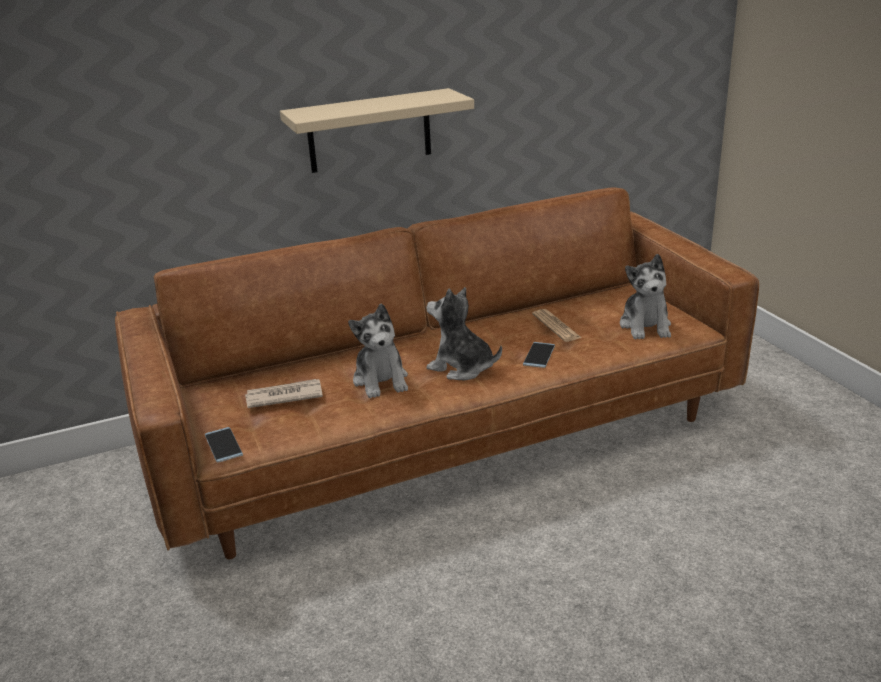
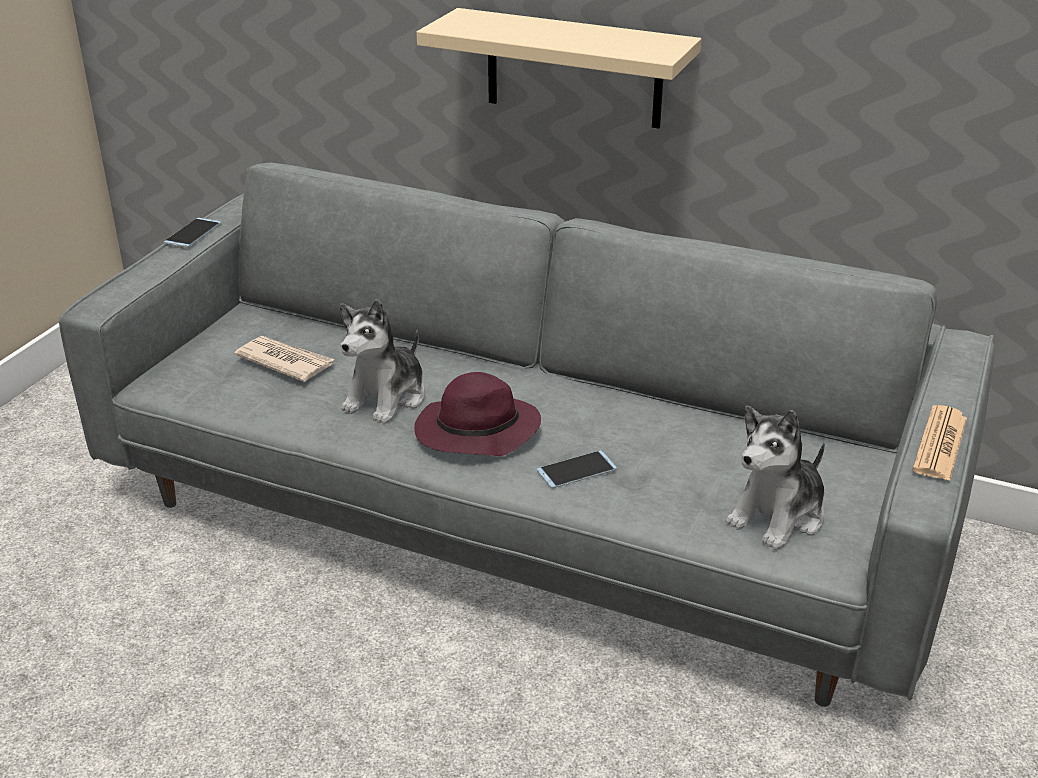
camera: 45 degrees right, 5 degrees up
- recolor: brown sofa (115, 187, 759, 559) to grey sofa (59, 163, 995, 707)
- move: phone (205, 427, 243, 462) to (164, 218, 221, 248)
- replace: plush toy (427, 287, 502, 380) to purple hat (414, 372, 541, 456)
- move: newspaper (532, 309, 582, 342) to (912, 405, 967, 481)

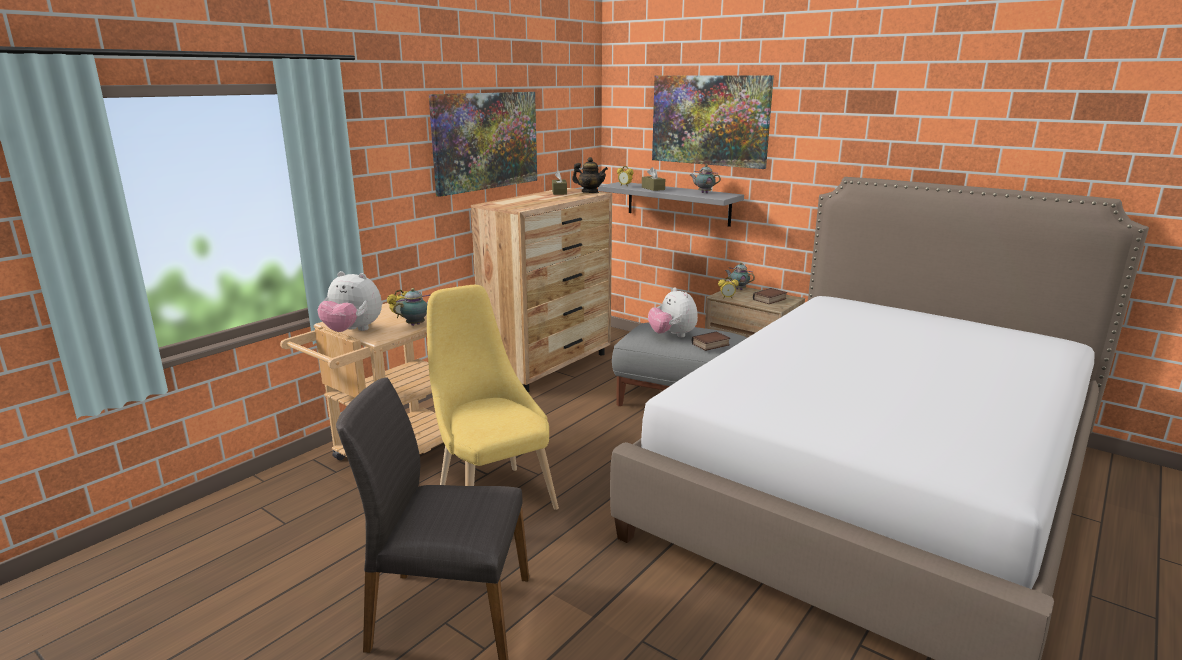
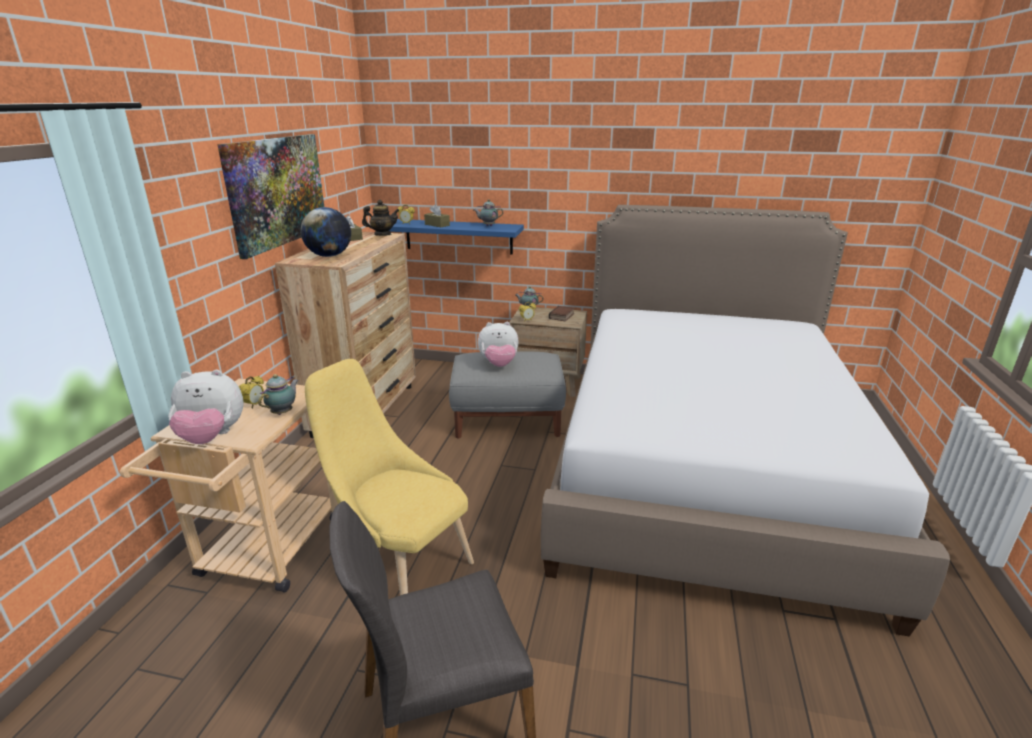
camera: 25 degrees left, 5 degrees up
- recolor: grey shelf (598, 182, 744, 227) to blue shelf (389, 219, 524, 255)
- rotate: plush toy (648, 287, 698, 337) = (478, 322, 518, 367) 45 degrees counterclockwise
- delete: picture (652, 75, 774, 169)
- delete: book (692, 331, 730, 351)
- insert: globe (301, 207, 351, 257)

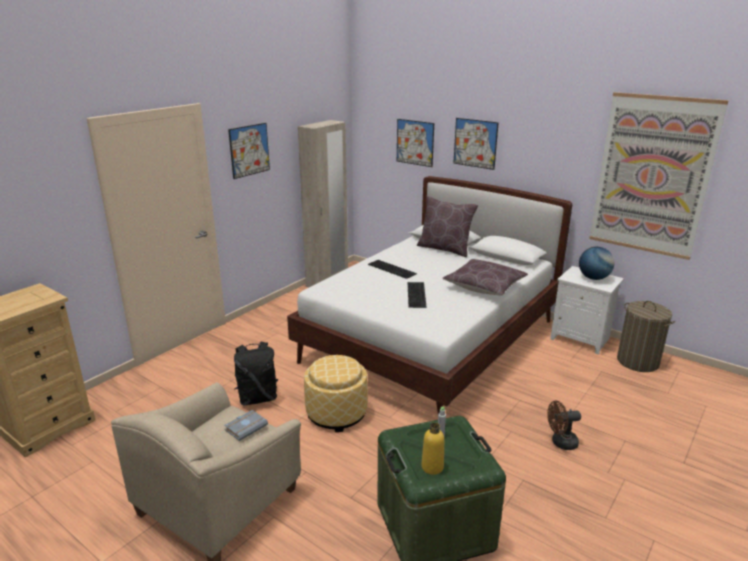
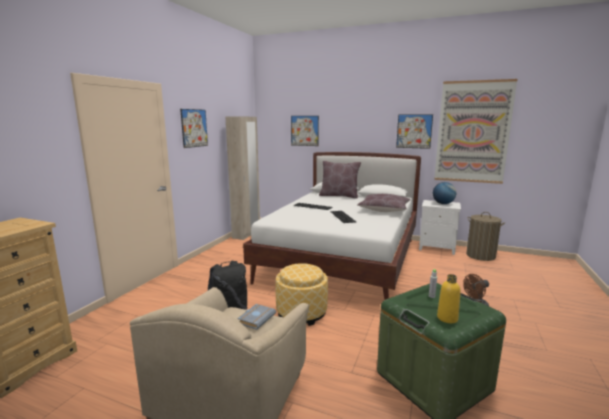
camera: 15 degrees left, 10 degrees down
- move: picture (454, 118, 499, 170) to (396, 114, 433, 149)

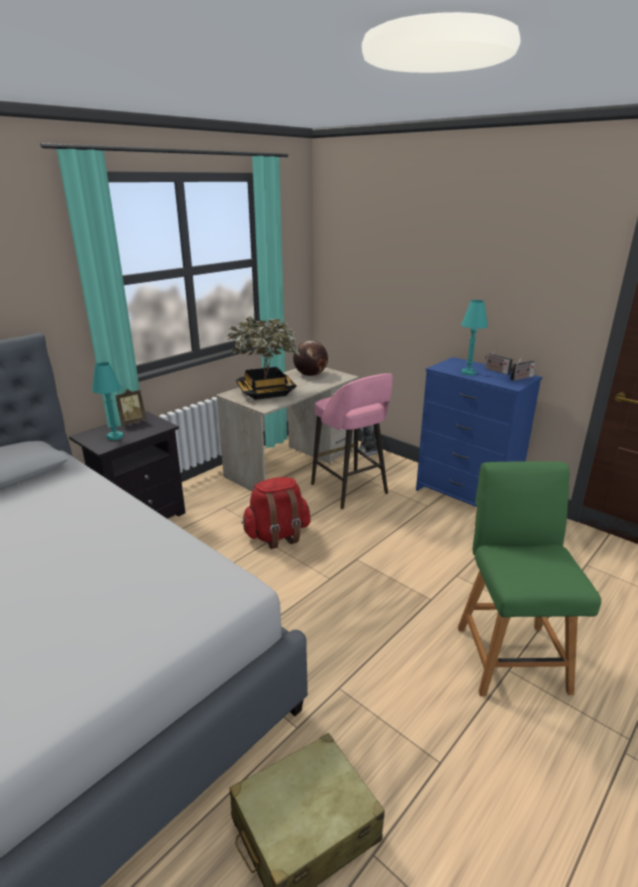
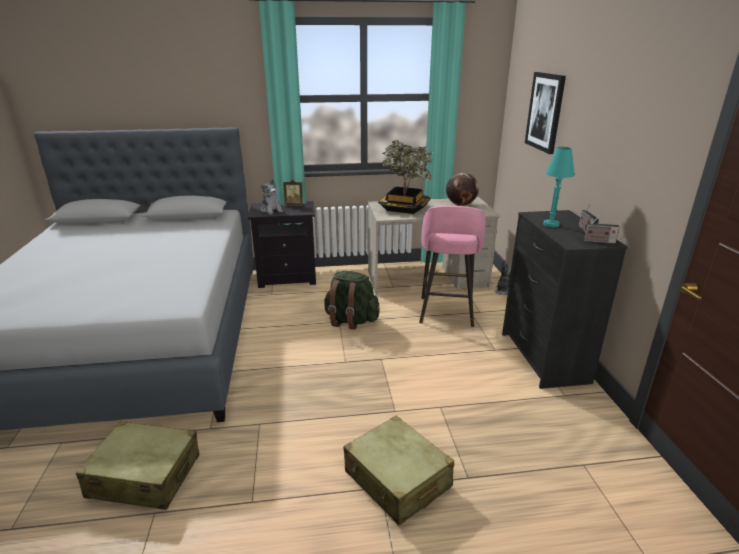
camera: 40 degrees right, 0 degrees up
- replace: turquoise table lamp (92, 362, 123, 440) to plush toy (260, 179, 283, 214)
- recolor: red backpack (241, 477, 311, 549) to green backpack (324, 271, 379, 330)
- recolor: blue dresser (416, 357, 542, 507) to black dresser (502, 210, 628, 389)
- replace: green chair (458, 461, 601, 696) to beige suitcase (344, 416, 454, 525)
- insert: picture (525, 72, 566, 154)

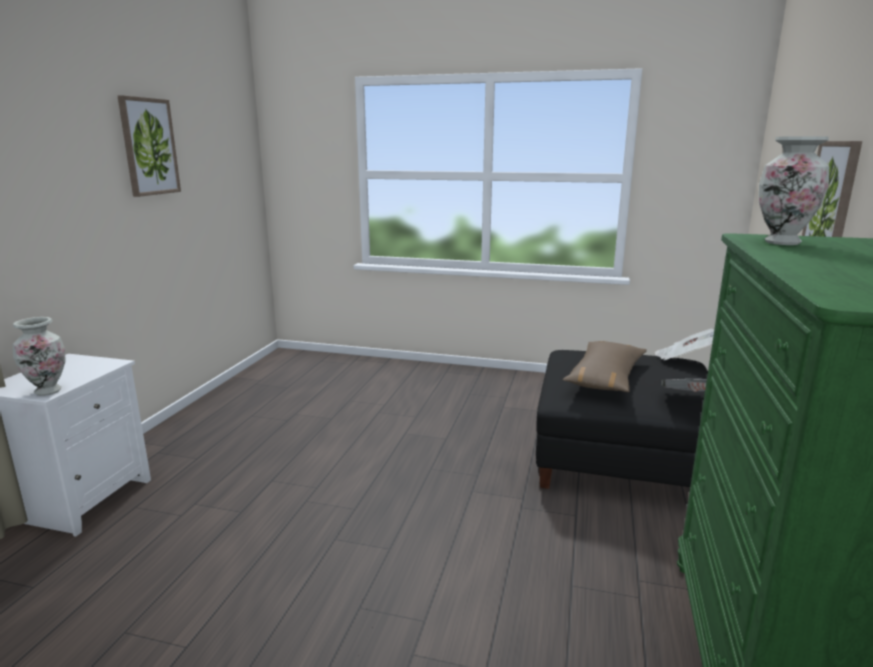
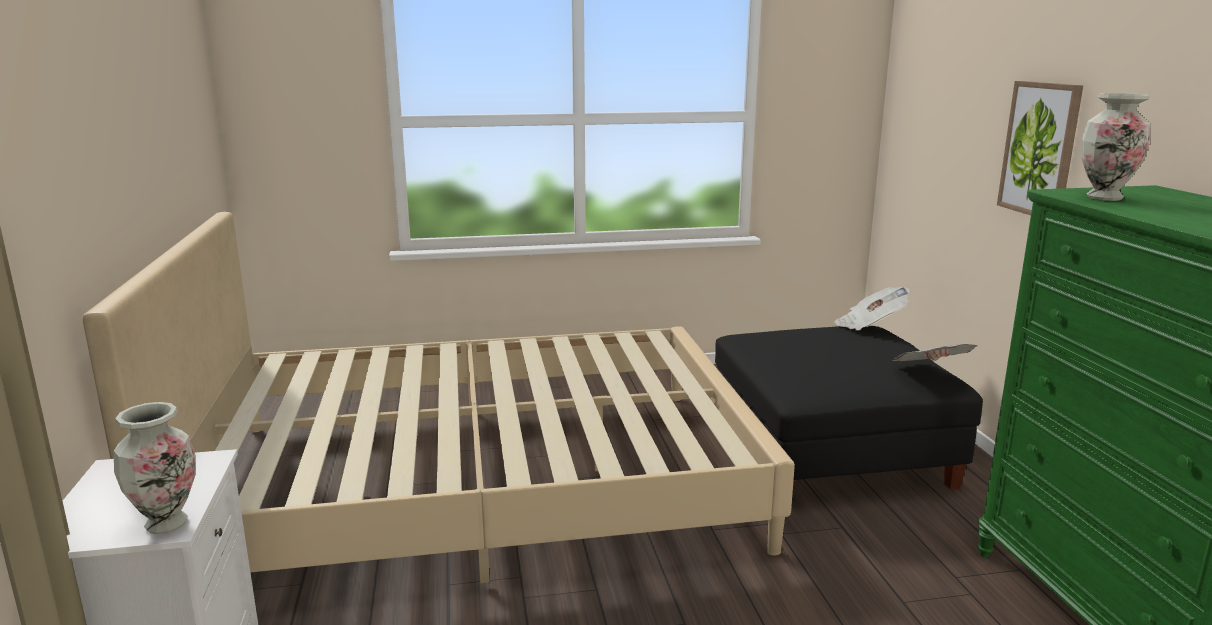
camera: 25 degrees left, 0 degrees up
- delete: picture (118, 95, 181, 197)
- delete: brown pillow (563, 341, 647, 392)
- insert: beige bed (83, 212, 795, 583)

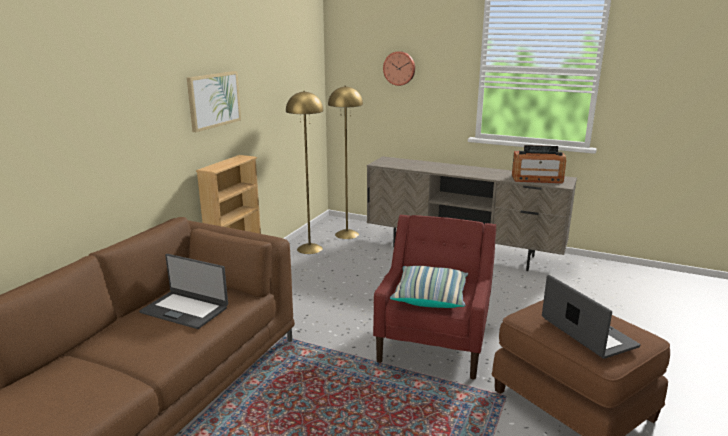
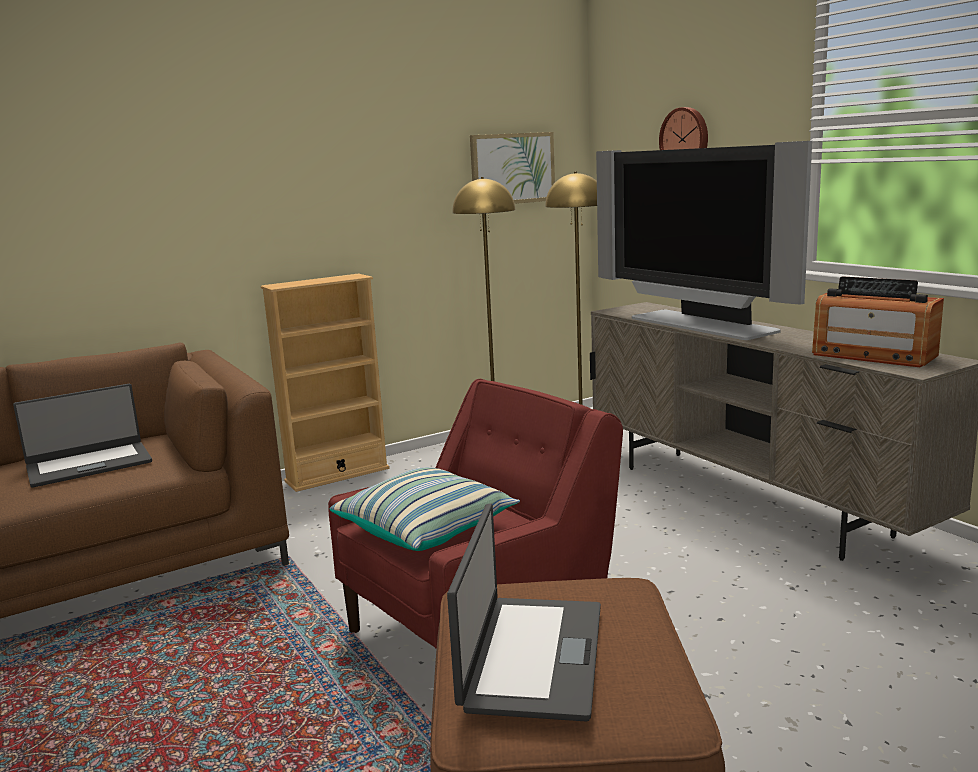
camera: 35 degrees right, 5 degrees down
- rotate: laptop (139, 254, 228, 329) = (13, 384, 152, 487) 90 degrees counterclockwise
- move: picture (187, 71, 241, 132) to (470, 132, 555, 204)
- insert: television (596, 141, 812, 340)

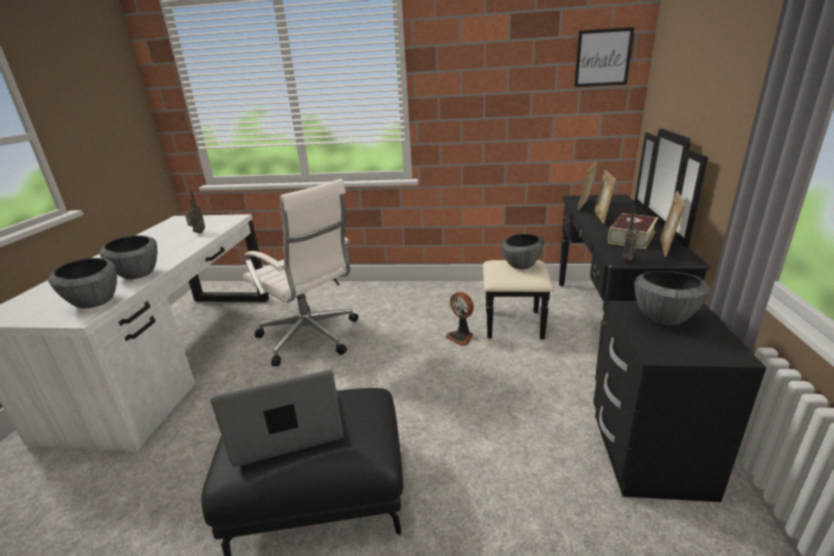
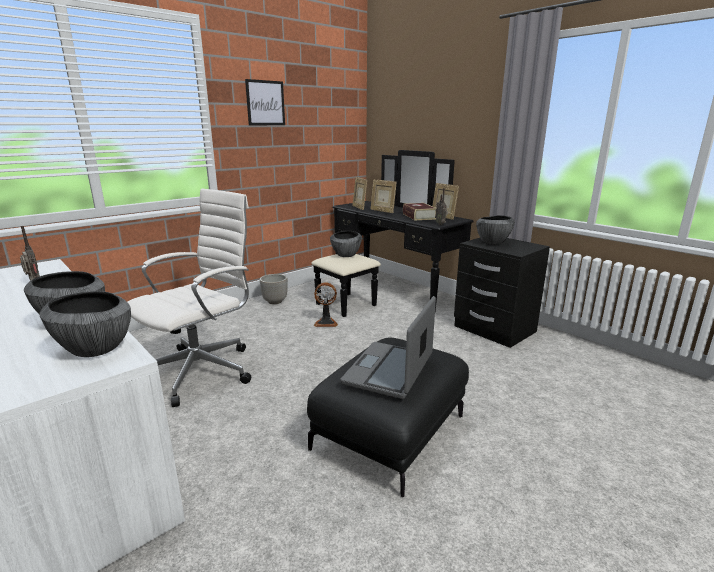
camera: 50 degrees left, 5 degrees down
- rotate: white office chair (243, 179, 359, 366) = (128, 189, 251, 407) 45 degrees counterclockwise
- move: picture (574, 27, 634, 87) to (245, 79, 285, 125)
- insert: planter (260, 274, 288, 304)

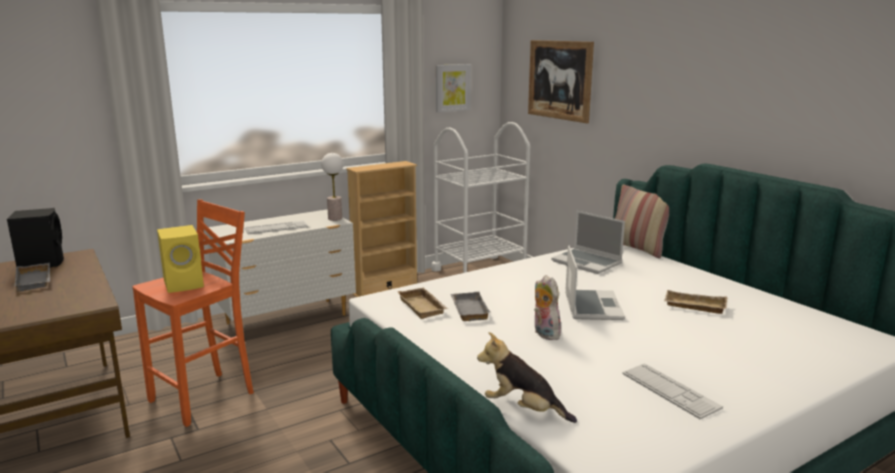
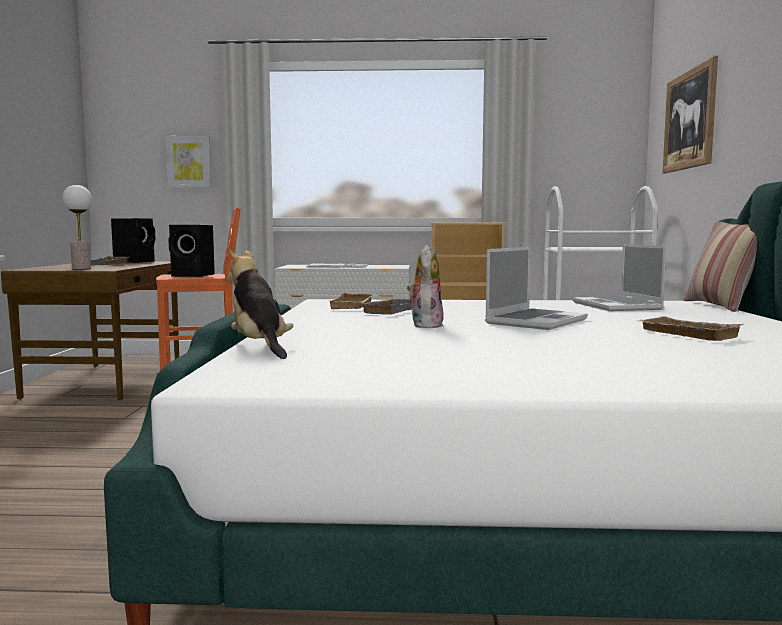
camera: 35 degrees right, 10 degrees down
- recolor: yellow speaker (157, 225, 204, 293) to black speaker (168, 225, 215, 277)
- move: table lamp (321, 153, 343, 221) to (63, 185, 92, 269)
- move: picture (436, 64, 471, 113) to (165, 136, 212, 188)
- delete: keyboard (622, 363, 723, 419)

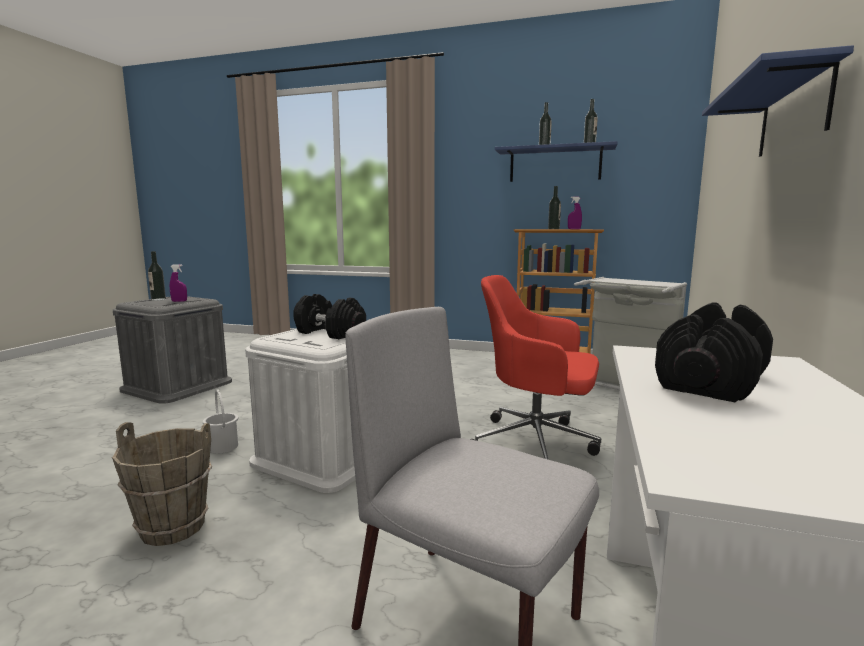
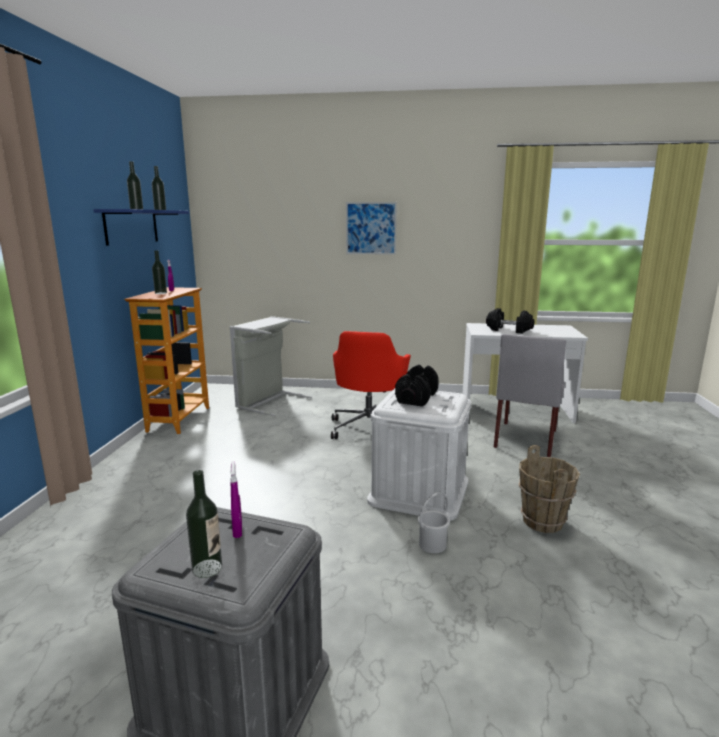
camera: 100 degrees left, 5 degrees up
- replace: blue shelf (702, 45, 854, 157) to picture (346, 202, 397, 255)

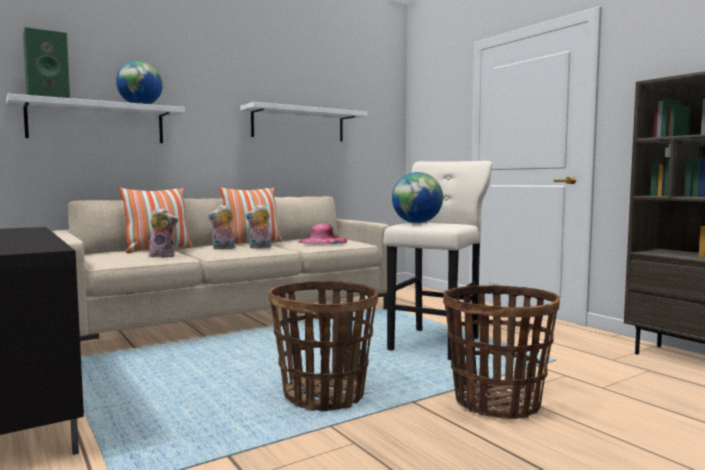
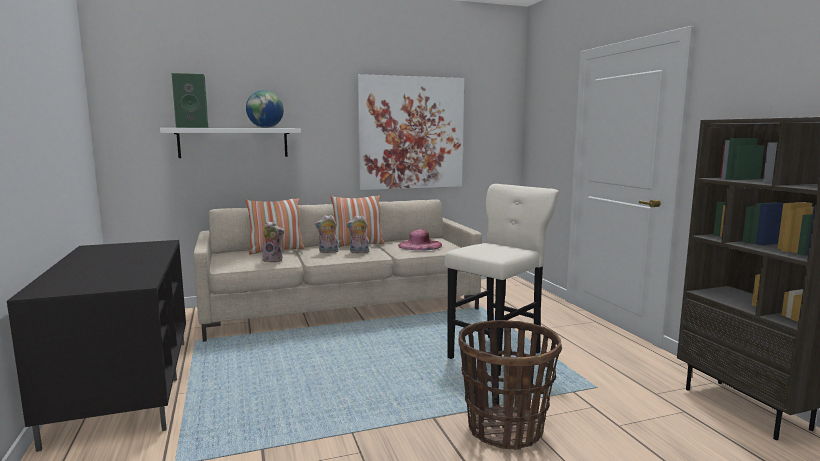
camera: 15 degrees right, 5 degrees up
- replace: white shelf (240, 102, 367, 141) to picture (357, 74, 464, 190)
- delete: basket (269, 281, 378, 411)
- delete: globe (392, 172, 443, 223)

